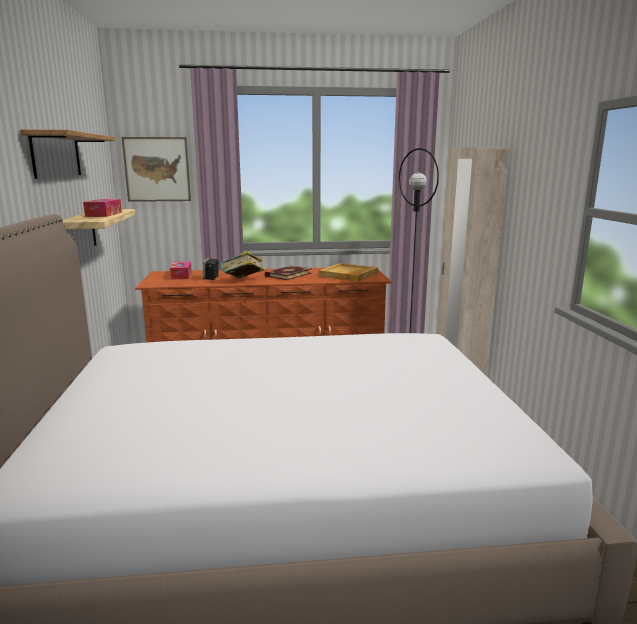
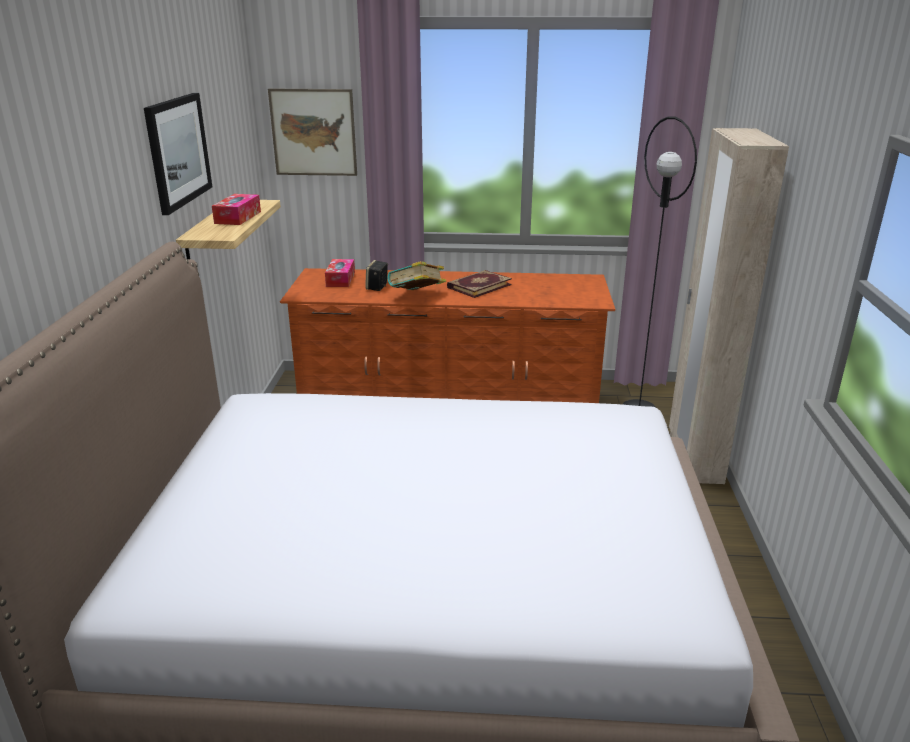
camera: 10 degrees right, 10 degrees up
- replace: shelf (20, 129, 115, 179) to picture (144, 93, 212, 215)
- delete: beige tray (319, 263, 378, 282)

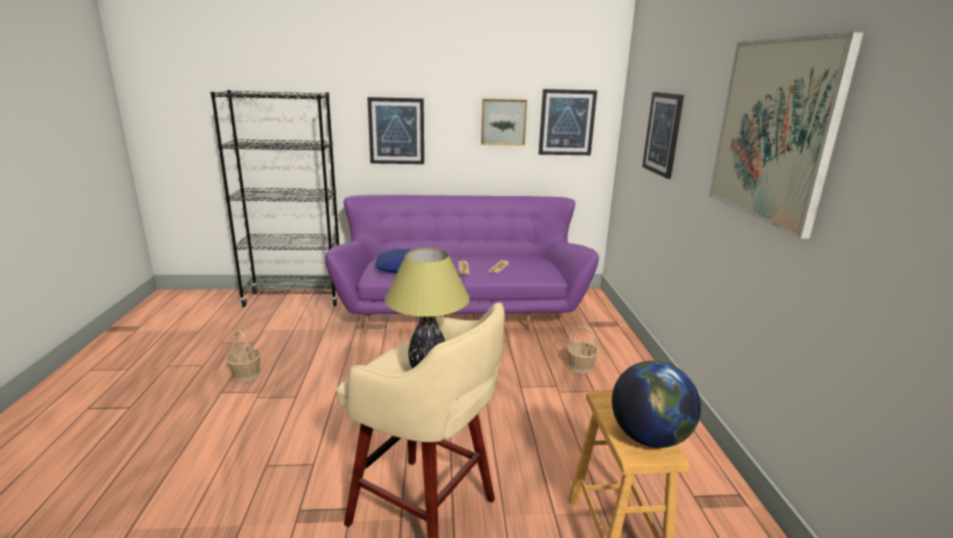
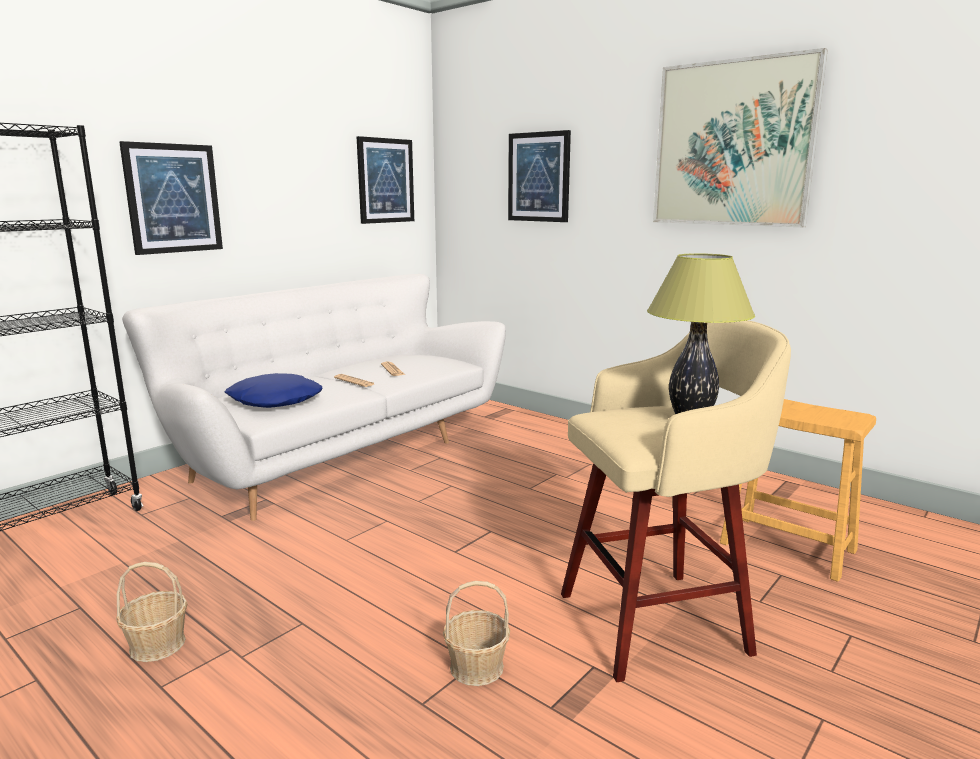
camera: 45 degrees left, 5 degrees down
- recolor: purple sofa (325, 195, 599, 334) to white sofa (122, 274, 506, 521)
- delete: picture (481, 99, 527, 145)
- move: basket (567, 326, 598, 373) to (443, 581, 510, 686)
- delete: globe (612, 361, 701, 448)

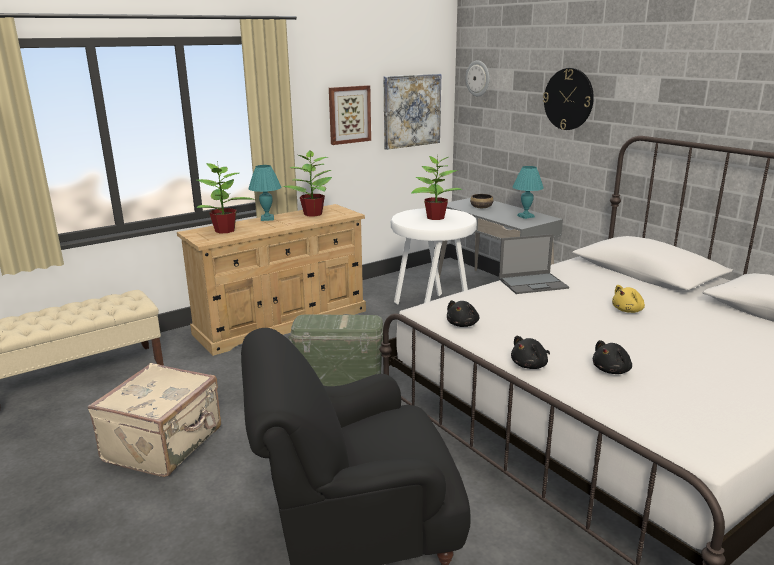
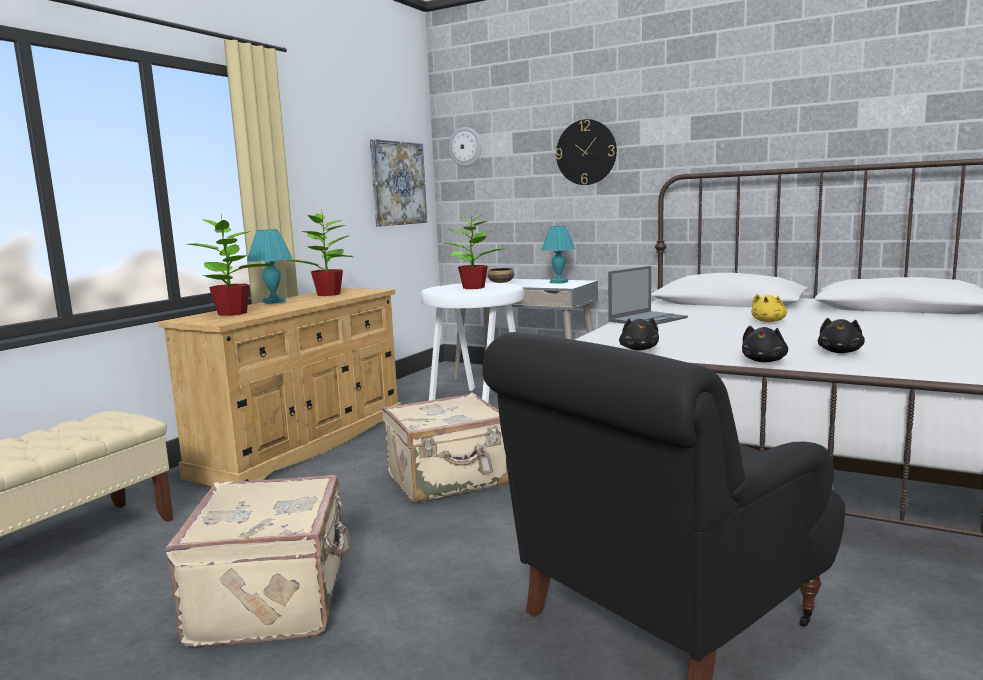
camera: 25 degrees left, 10 degrees down
- replace: green storage box (288, 314, 384, 386) to beige suitcase (382, 393, 509, 503)
- delete: picture (329, 85, 371, 145)

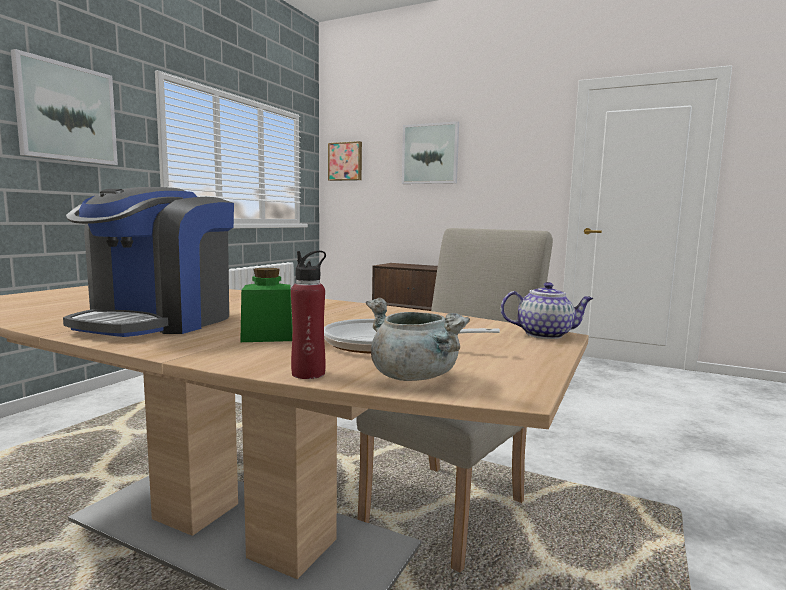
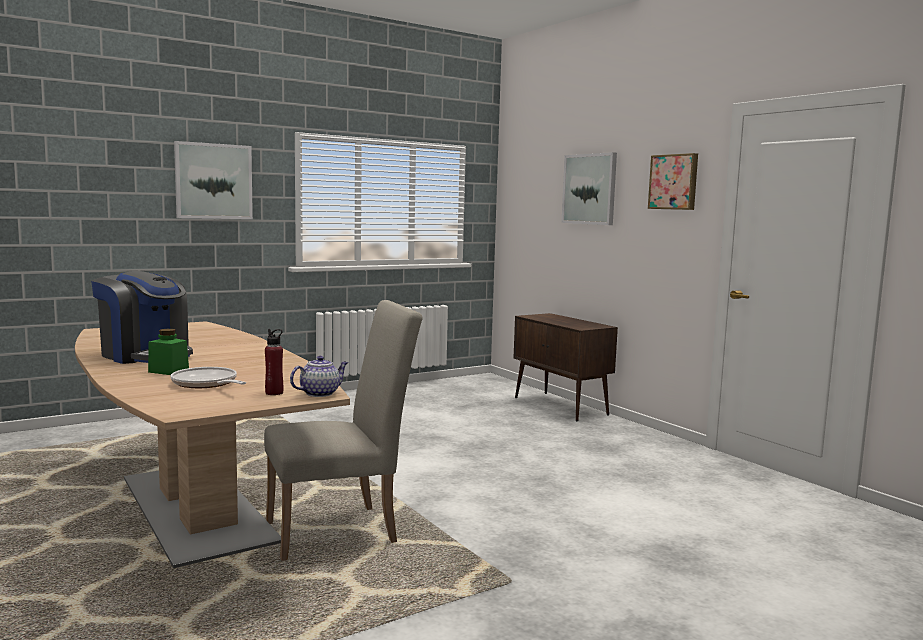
camera: 30 degrees right, 0 degrees up
- rotate: coffee machine (63, 187, 234, 337) = (91, 271, 193, 364) 105 degrees counterclockwise
- move: red bottle (291, 250, 326, 379) to (265, 329, 283, 395)
- move: picture (328, 141, 362, 181) to (648, 153, 698, 210)
- delete: grey cooking pot (366, 298, 470, 381)
- rotate: teapot (501, 282, 594, 339) = (290, 356, 348, 397) 75 degrees counterclockwise

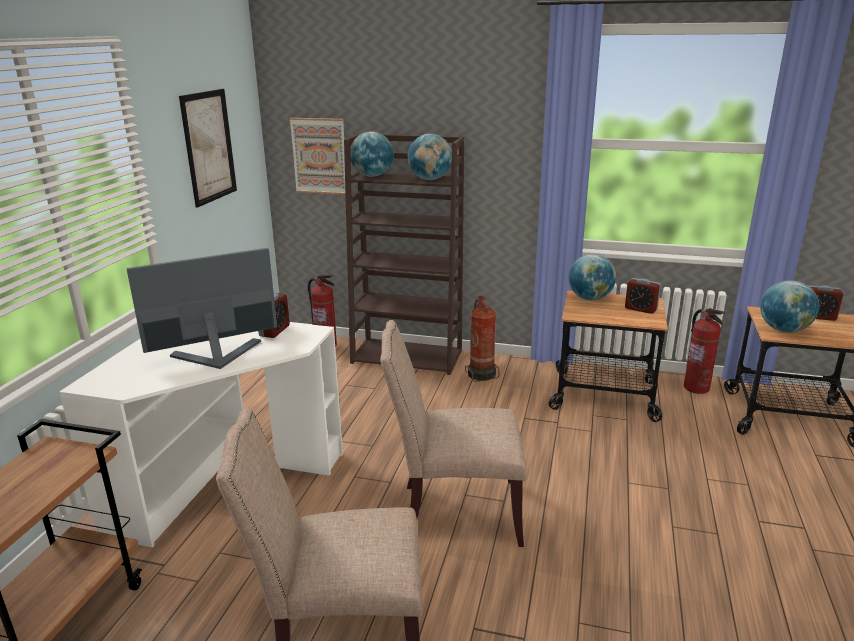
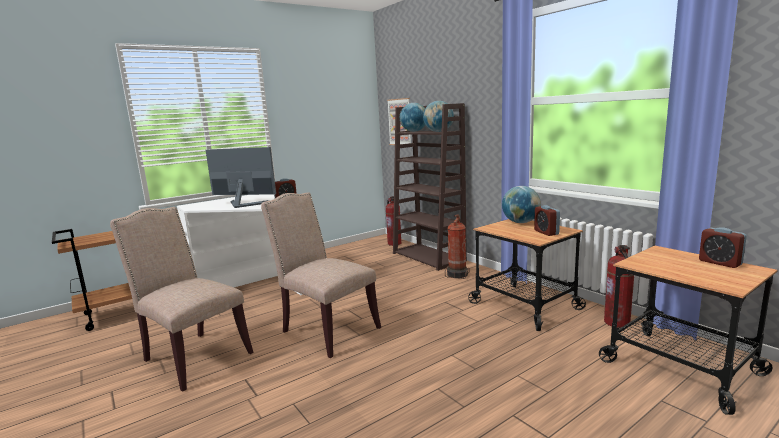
camera: 40 degrees right, 10 degrees down
- delete: picture (179, 89, 237, 208)
- delete: globe (760, 280, 819, 332)

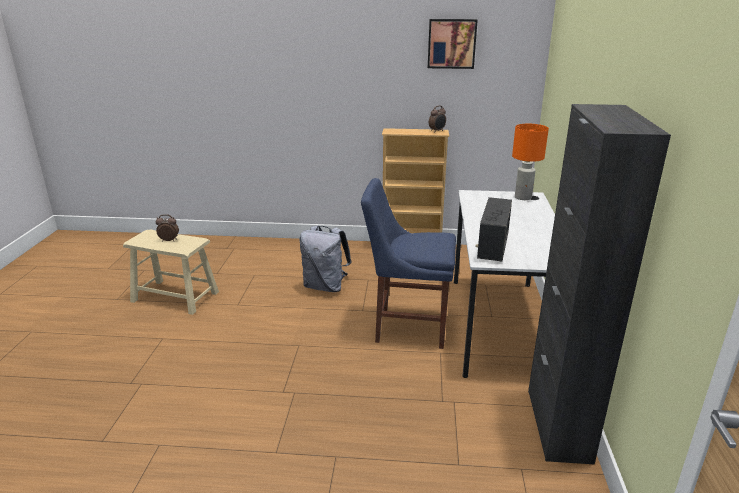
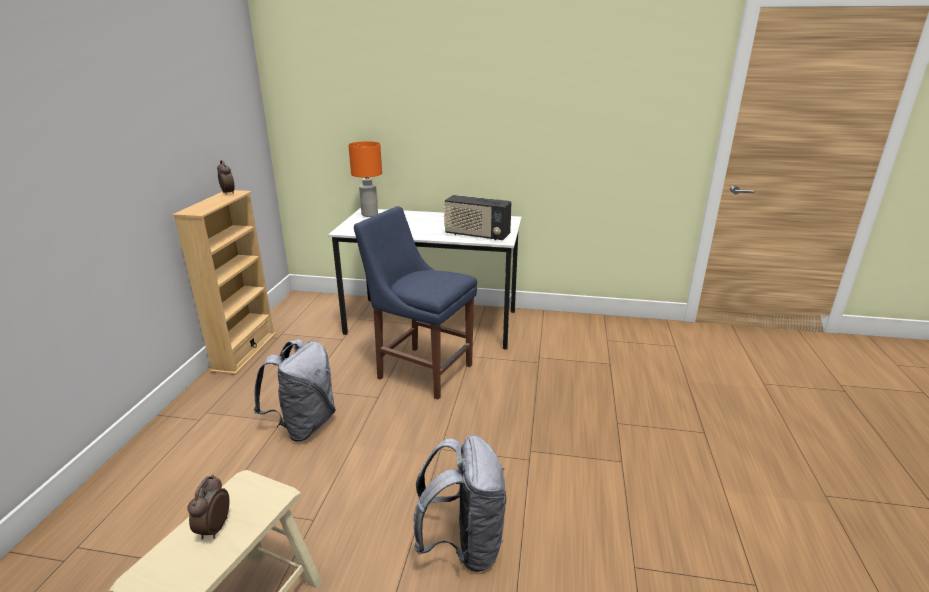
camera: 85 degrees left, 0 degrees up
- rotate: blue chair (361, 178, 456, 349) = (354, 206, 477, 399) 105 degrees clockwise
- delete: picture (428, 19, 478, 69)
- delete: black cabinet (528, 104, 671, 464)
- insert: grey backpack (414, 435, 506, 572)

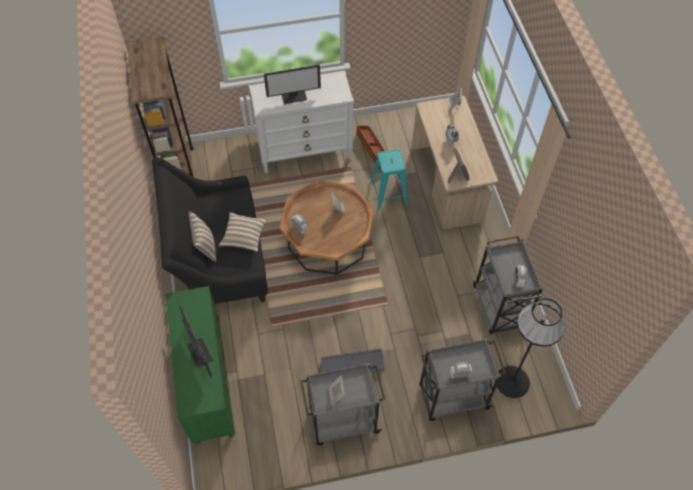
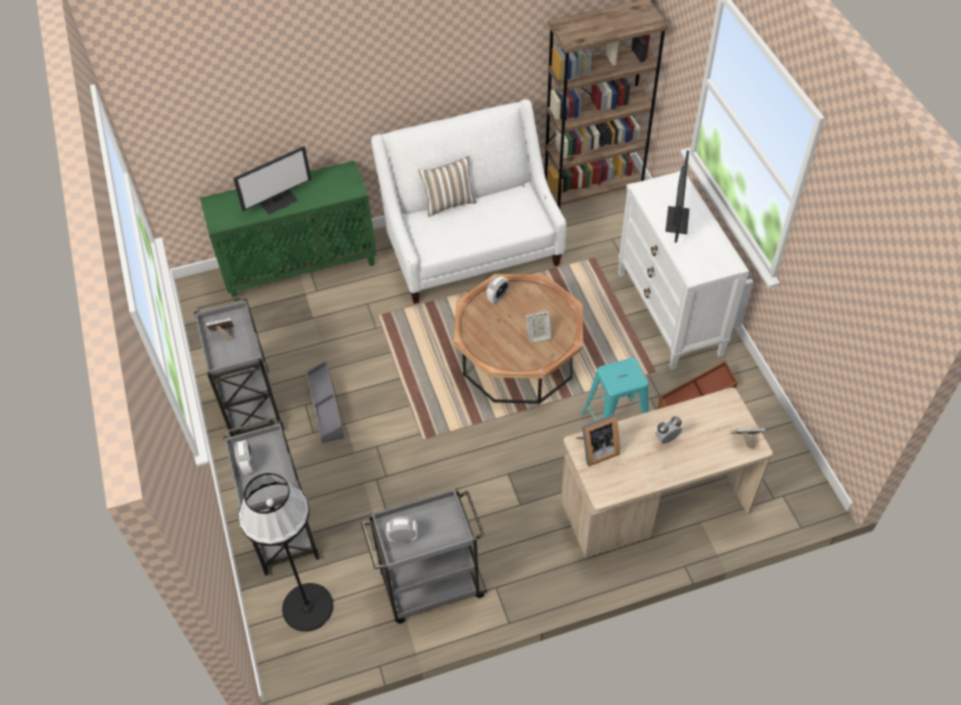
camera: 85 degrees right, 5 degrees down
- recolor: black sofa (152, 157, 268, 304) to white sofa (371, 99, 566, 304)
- delete: pillow (218, 212, 267, 252)
- rotate: monitor (264, 64, 321, 104) = (665, 150, 690, 243) 150 degrees counterclockwise

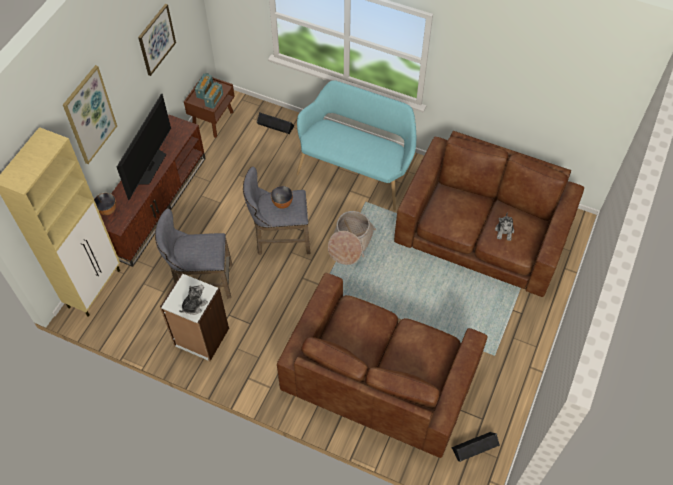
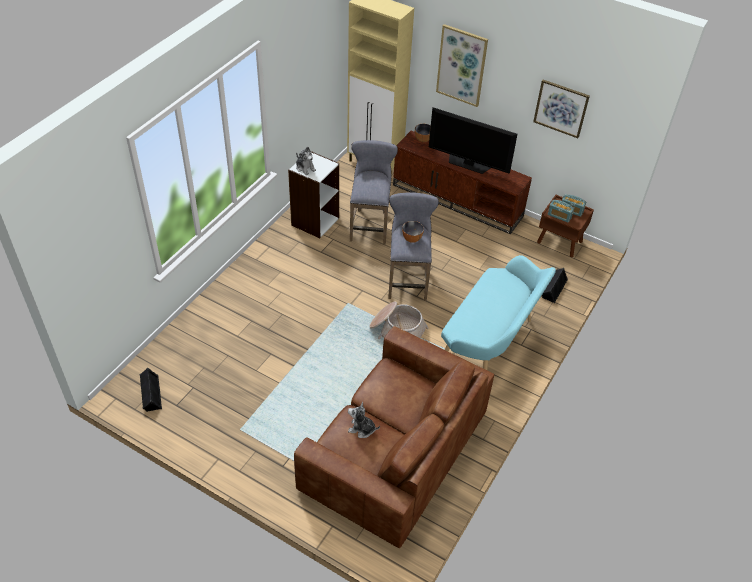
camera: 95 degrees right, 10 degrees down
- delete: brown sofa (277, 273, 487, 458)

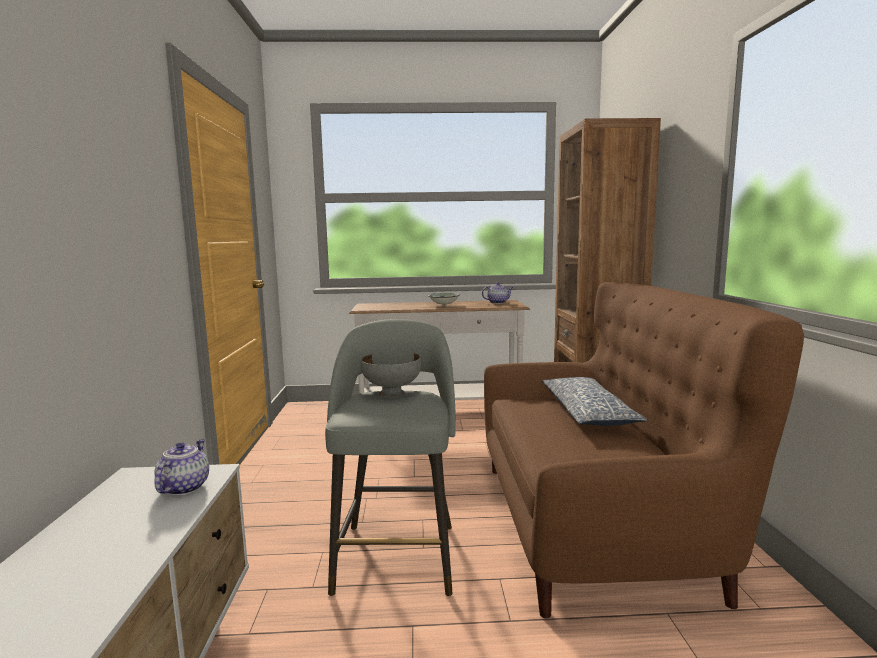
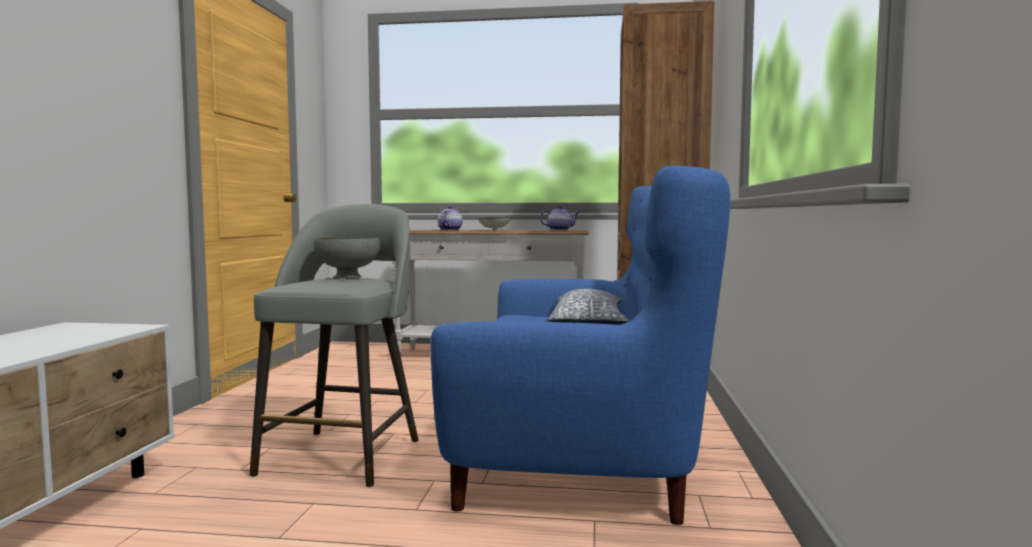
camera: 10 degrees right, 5 degrees down
- move: teapot (154, 439, 209, 495) to (437, 206, 462, 230)
- recolor: brown sofa (484, 282, 804, 619) to blue sofa (431, 166, 730, 525)

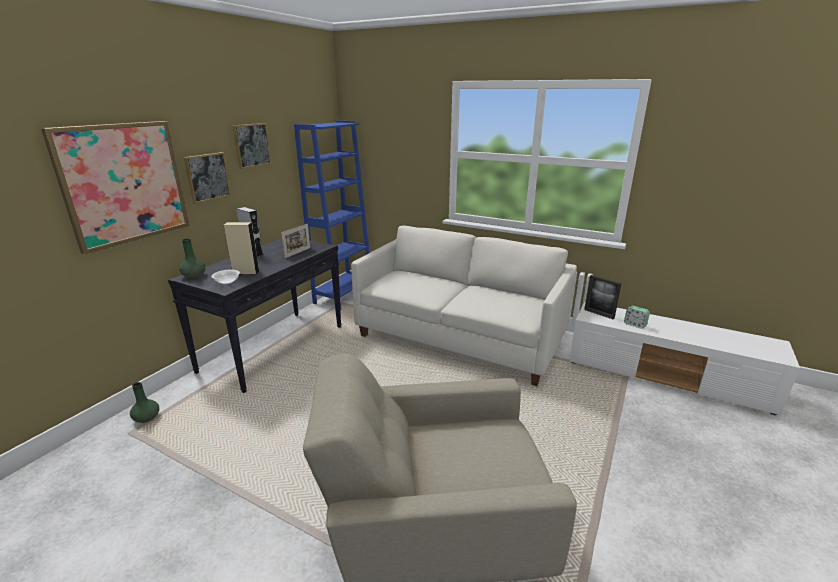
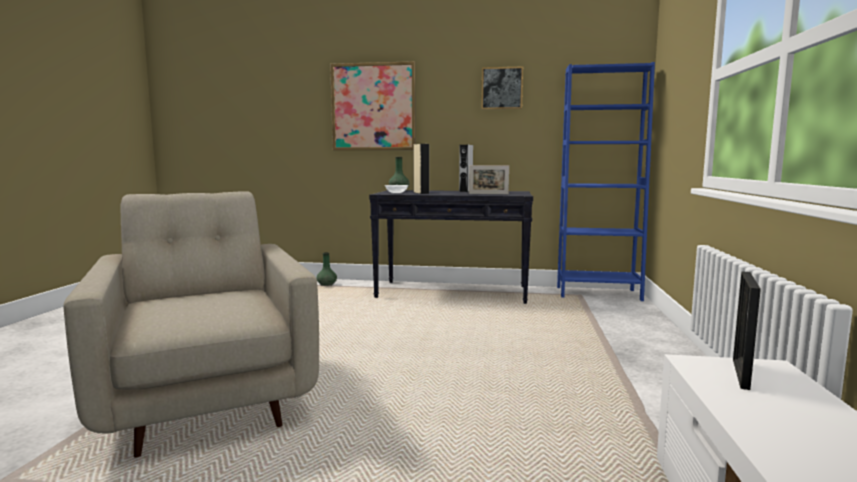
camera: 70 degrees right, 15 degrees down
- delete: picture (184, 152, 231, 204)
- delete: white sofa (351, 226, 577, 386)
- delete: alarm clock (624, 305, 650, 329)

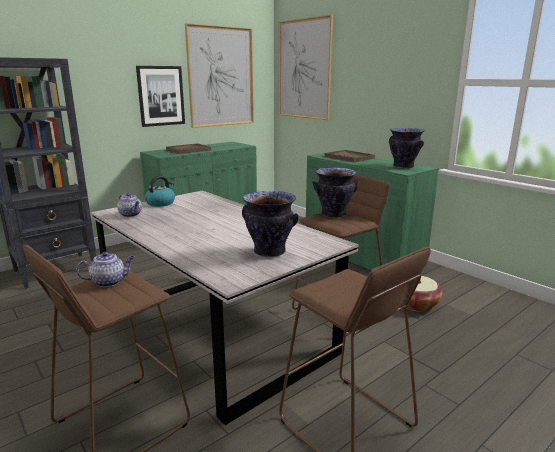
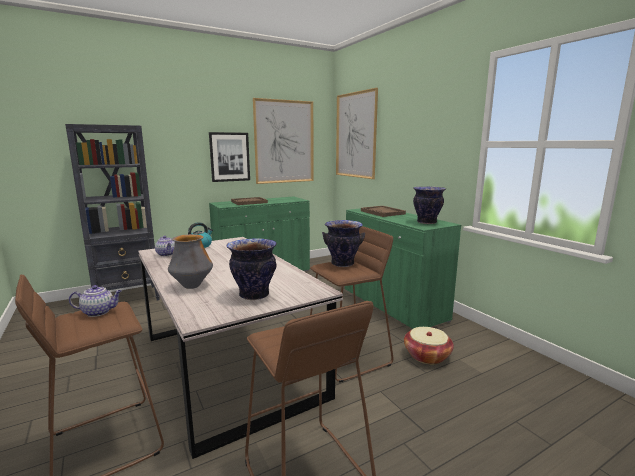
camera: 10 degrees right, 5 degrees down
- insert: vase (168, 234, 213, 289)

